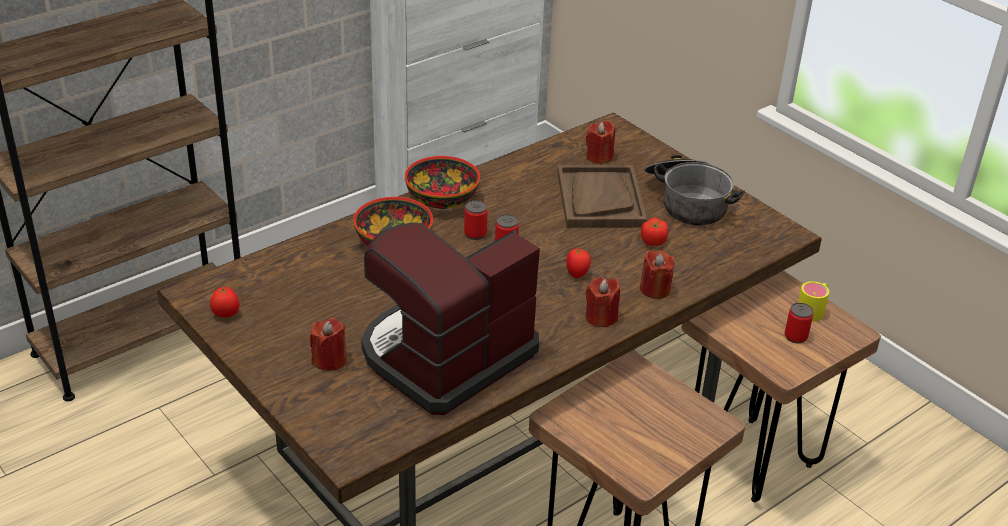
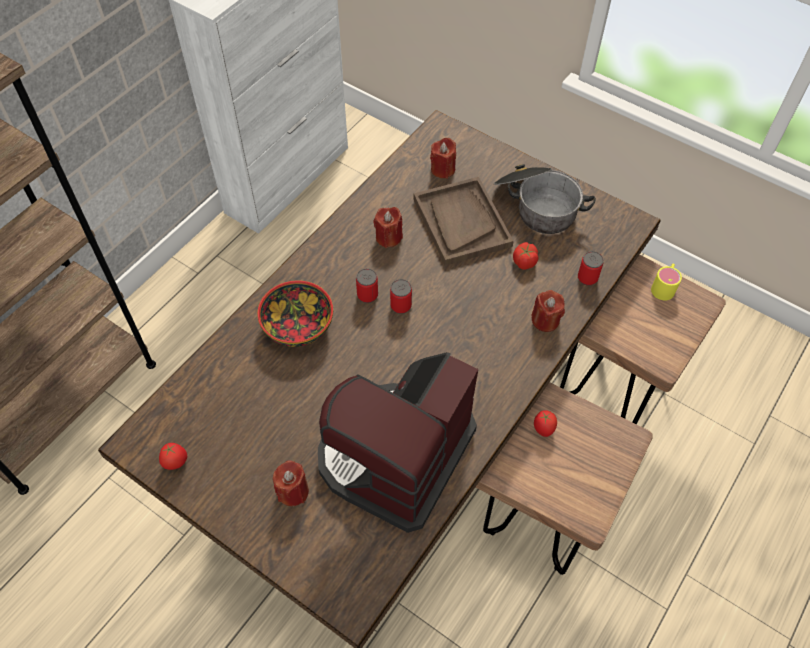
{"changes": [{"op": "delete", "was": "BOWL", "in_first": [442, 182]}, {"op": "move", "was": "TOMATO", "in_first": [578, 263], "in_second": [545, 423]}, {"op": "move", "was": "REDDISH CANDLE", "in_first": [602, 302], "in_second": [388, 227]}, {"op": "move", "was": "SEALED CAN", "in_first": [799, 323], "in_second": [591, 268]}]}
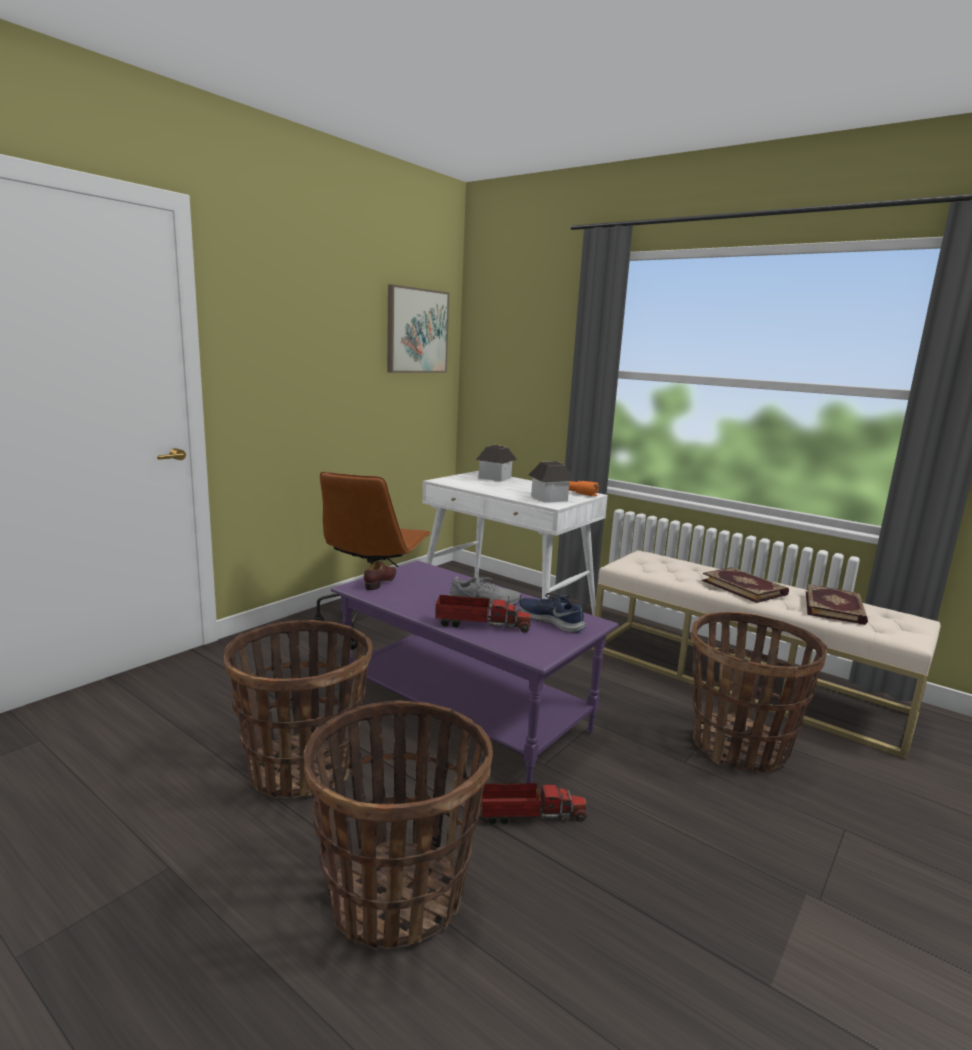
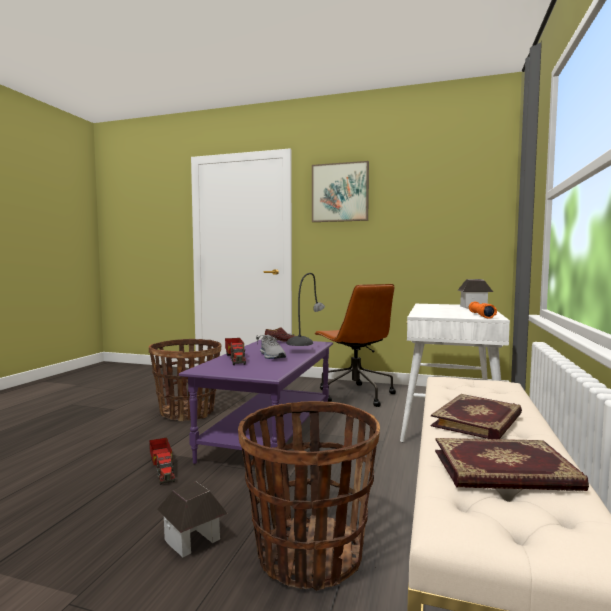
{"changes": [{"op": "move", "was": "WALL PICTURE", "in_first": [418, 328], "in_second": [340, 191]}, {"op": "move", "was": "MINIATURE HOUSE", "in_first": [552, 482], "in_second": [192, 519]}, {"op": "rotate", "was": "BROWN-COLOURED DESK CHAIR", "in_first": [373, 561], "in_second": [355, 345], "clockwise": -105}, {"op": "delete", "was": "BLUE-COLOURED SHOE", "in_first": [552, 613]}, {"op": "delete", "was": "BASKET", "in_first": [398, 825]}, {"op": "insert", "now": "GREYISH TABLE LAMP", "in_second": [290, 309]}]}
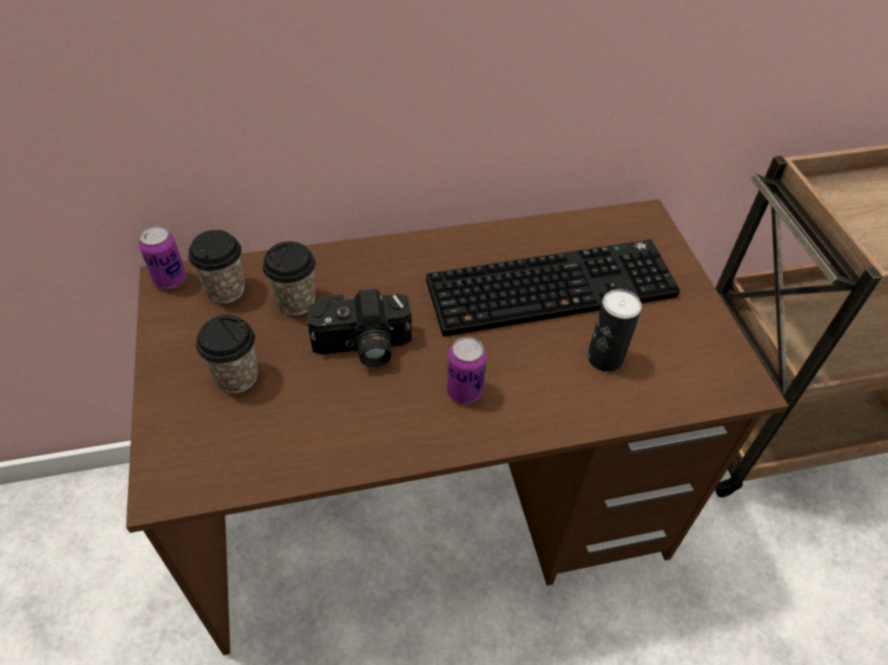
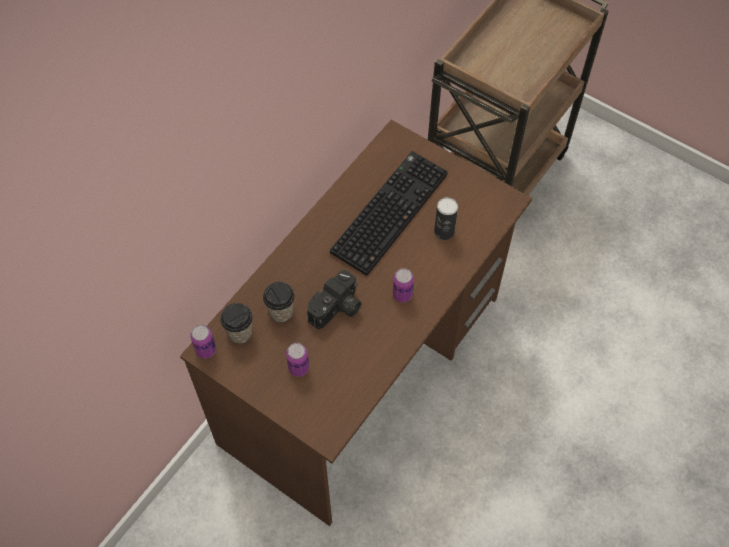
{"changes": [{"op": "replace", "was": "SMALL CUP", "now": "SEALED CAN", "in_first": [227, 354], "in_second": [297, 360]}]}
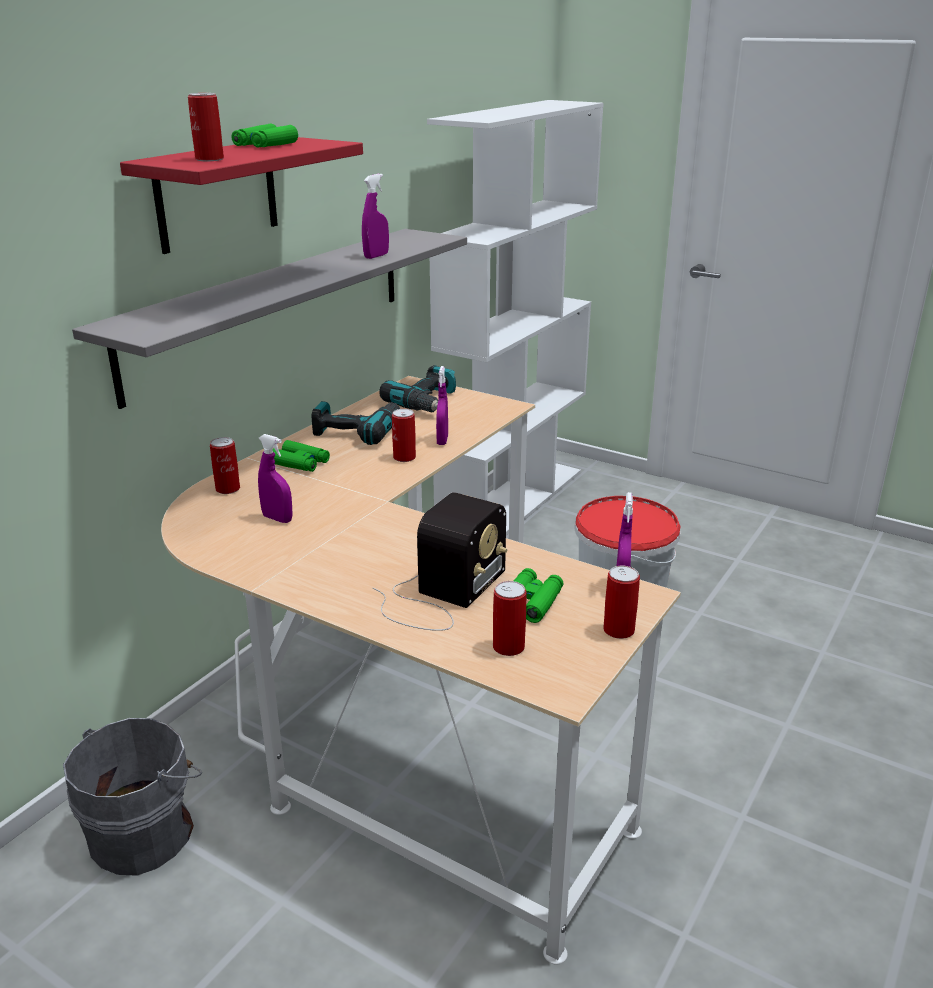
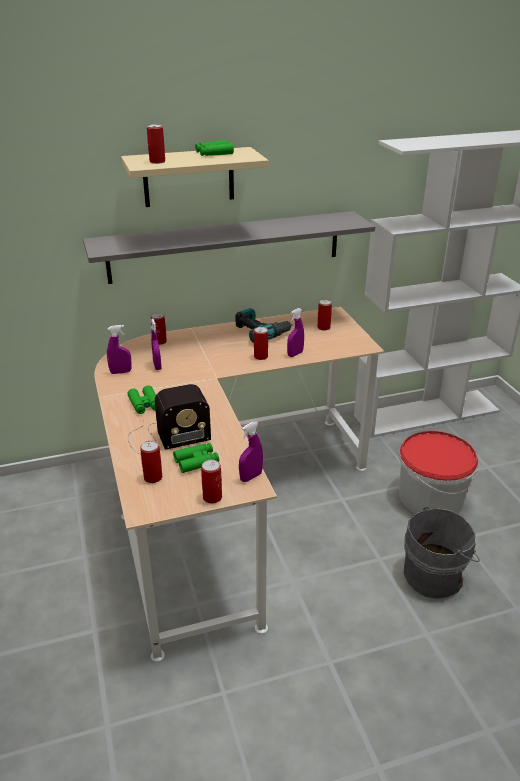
{"changes": [{"op": "recolor", "was": "REDDISH BRACKET SHELF", "now": "BEIGE-COLOURED BRACKET SHELF", "in_first": [241, 195], "in_second": [195, 177]}, {"op": "move", "was": "PURPLE-COLOURED HAND SPRAYER", "in_first": [375, 216], "in_second": [119, 349]}, {"op": "replace", "was": "POWER DRILL", "now": "SEALED CAN", "in_first": [417, 388], "in_second": [324, 314]}, {"op": "move", "was": "GREEN-COLOURED BINOCULARS", "in_first": [301, 456], "in_second": [142, 399]}, {"op": "move", "was": "GREYISH PAIL", "in_first": [132, 797], "in_second": [442, 552]}]}
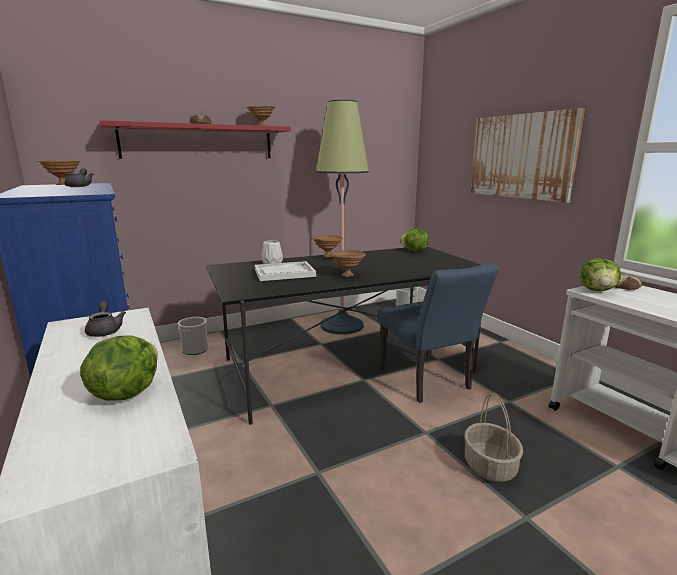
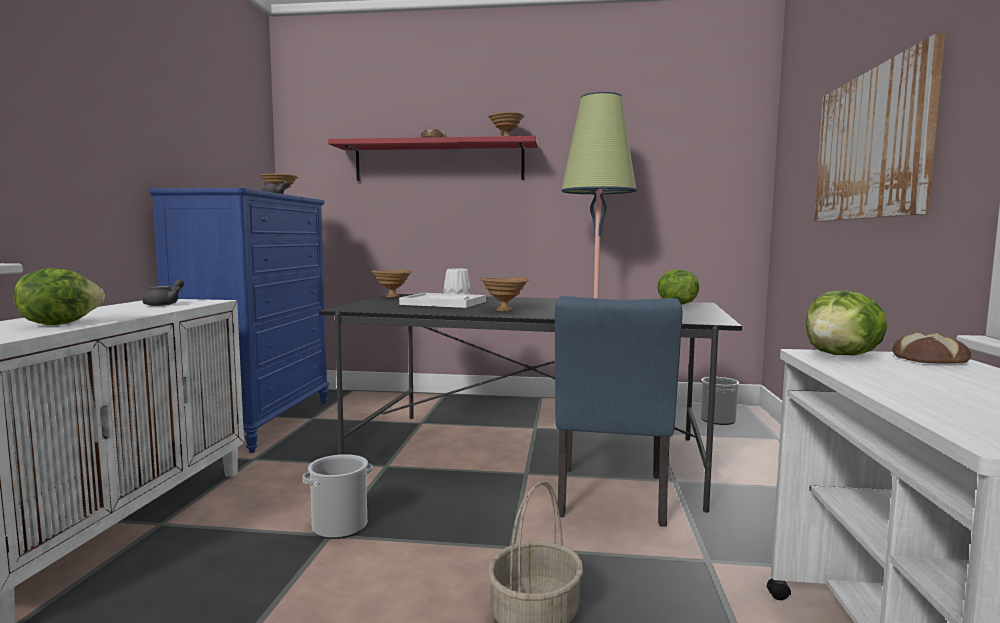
{"changes": [{"op": "move", "was": "BROWN-COLOURED BOWL", "in_first": [327, 246], "in_second": [391, 283]}, {"op": "move", "was": "PAIL", "in_first": [193, 336], "in_second": [338, 496]}]}
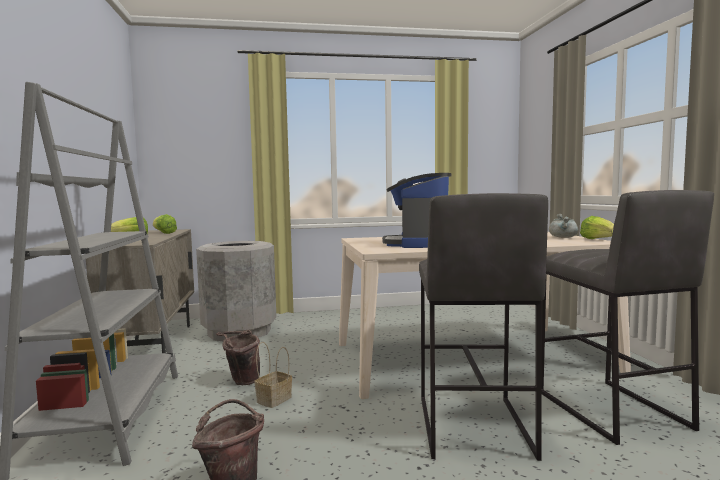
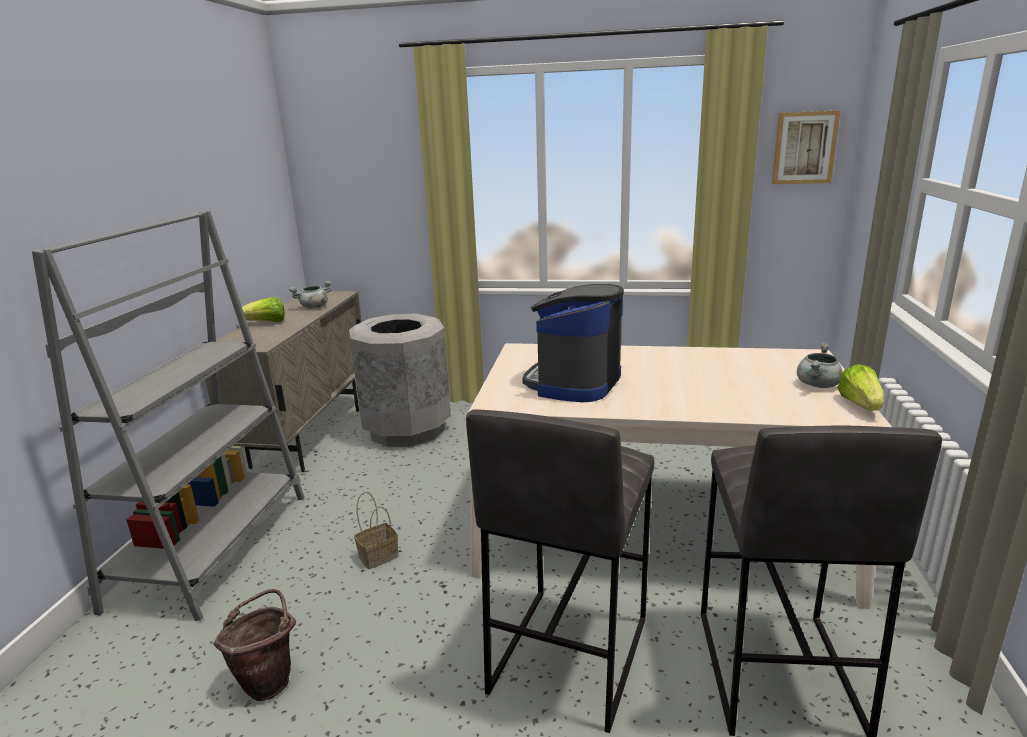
{"changes": [{"op": "replace", "was": "LETTUCE", "now": "GREYISH SAUCEPOT", "in_first": [165, 224], "in_second": [310, 295]}, {"op": "delete", "was": "BROWN-COLOURED PAIL", "in_first": [238, 357]}, {"op": "insert", "now": "WALL PICTURE", "in_second": [806, 147]}]}
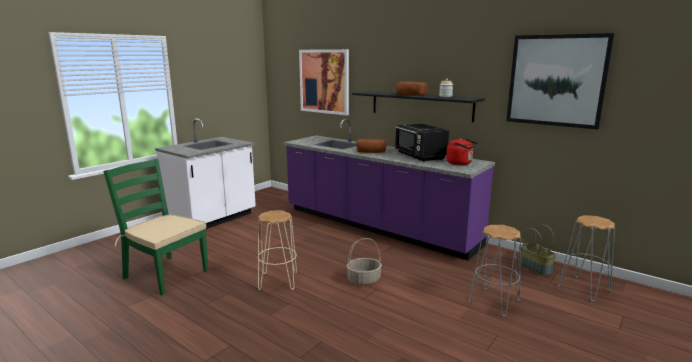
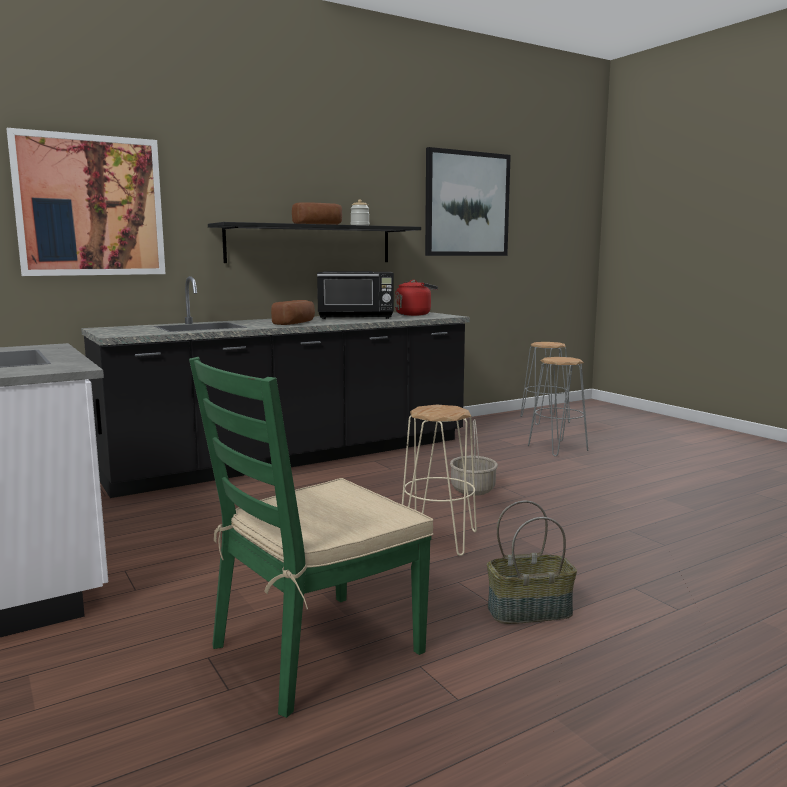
{"changes": [{"op": "recolor", "was": "PURPLE-COLOURED KITCHEN BASE UNIT", "now": "BLACKISH KITCHEN BASE UNIT", "in_first": [389, 190], "in_second": [275, 387]}, {"op": "move", "was": "BASKET", "in_first": [537, 250], "in_second": [532, 562]}]}
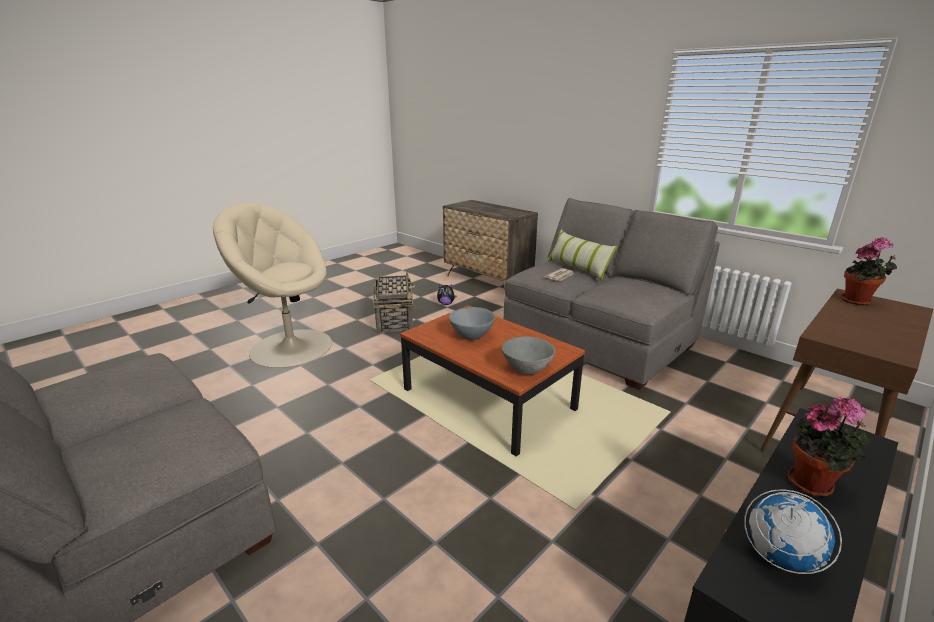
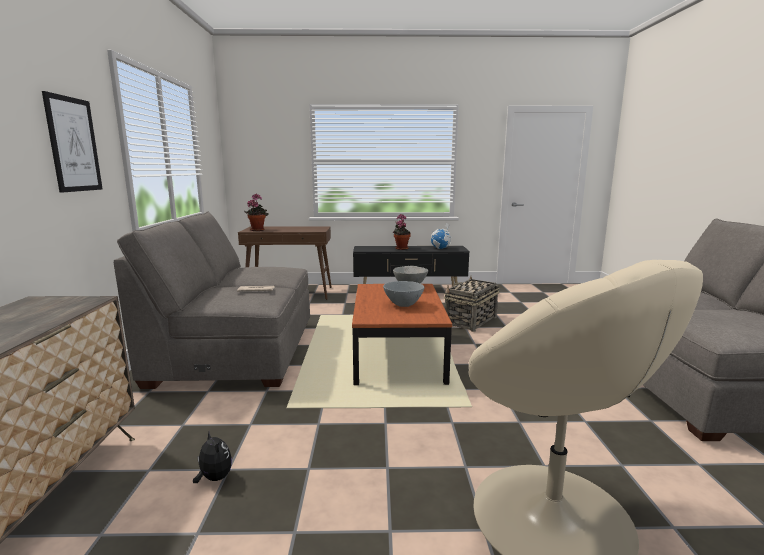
{"changes": [{"op": "delete", "was": "THROW PILLOW", "in_first": [582, 255]}, {"op": "move", "was": "BASKET", "in_first": [394, 303], "in_second": [471, 304]}, {"op": "insert", "now": "WALL PICTURE", "in_second": [72, 142]}]}
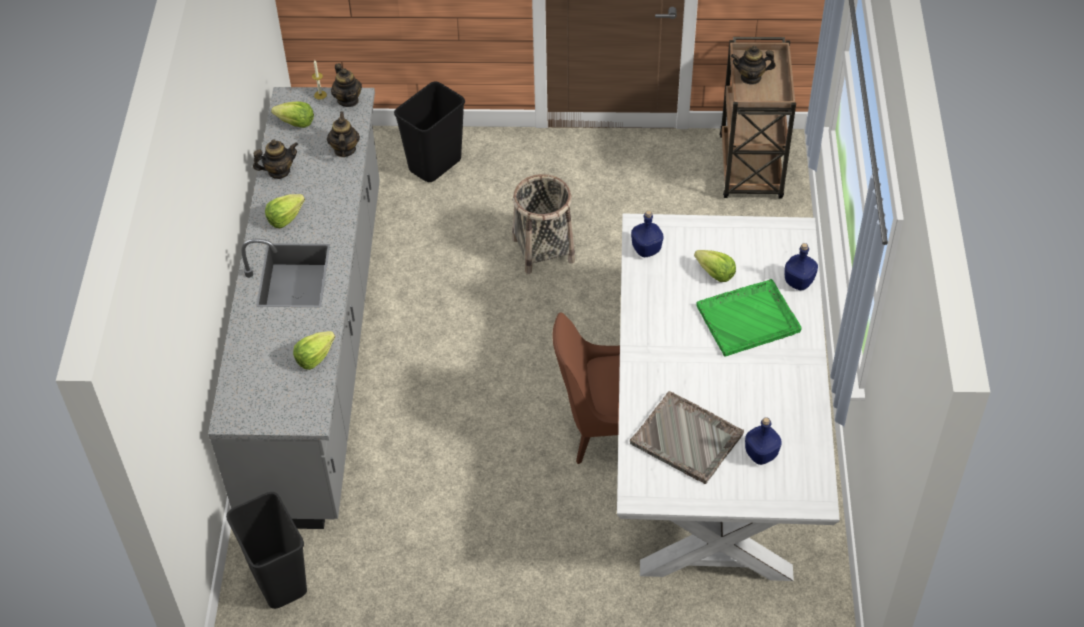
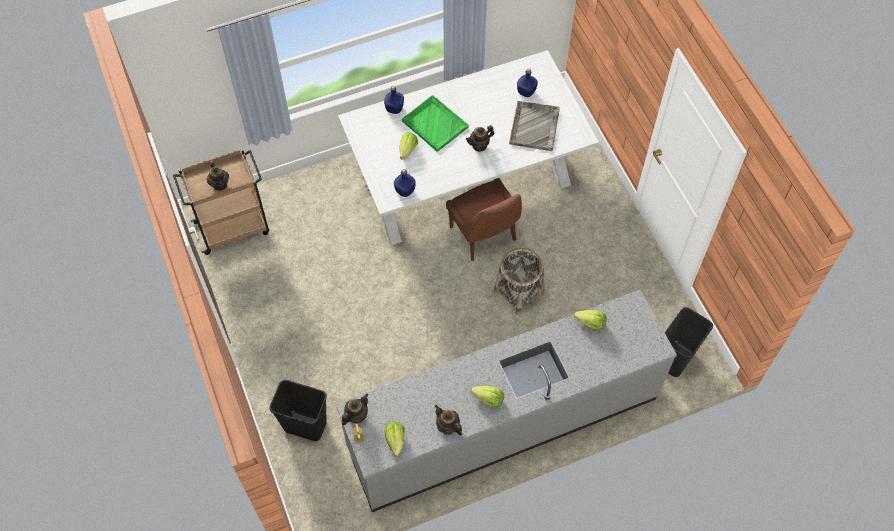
{"changes": [{"op": "move", "was": "TEAPOT", "in_first": [343, 134], "in_second": [480, 138]}, {"op": "move", "was": "BASKET", "in_first": [543, 224], "in_second": [519, 282]}]}
